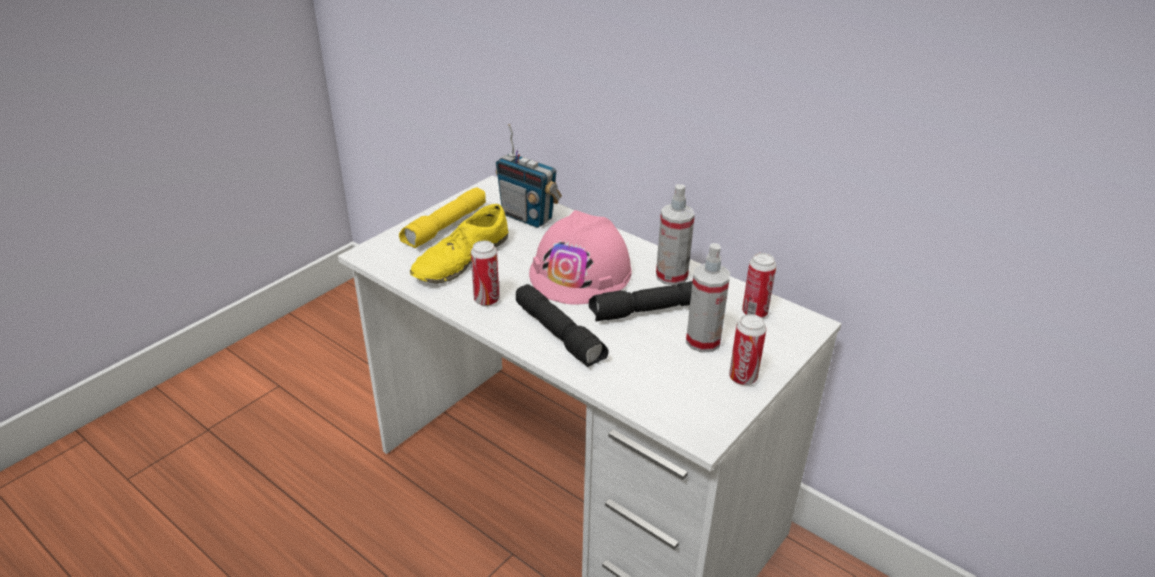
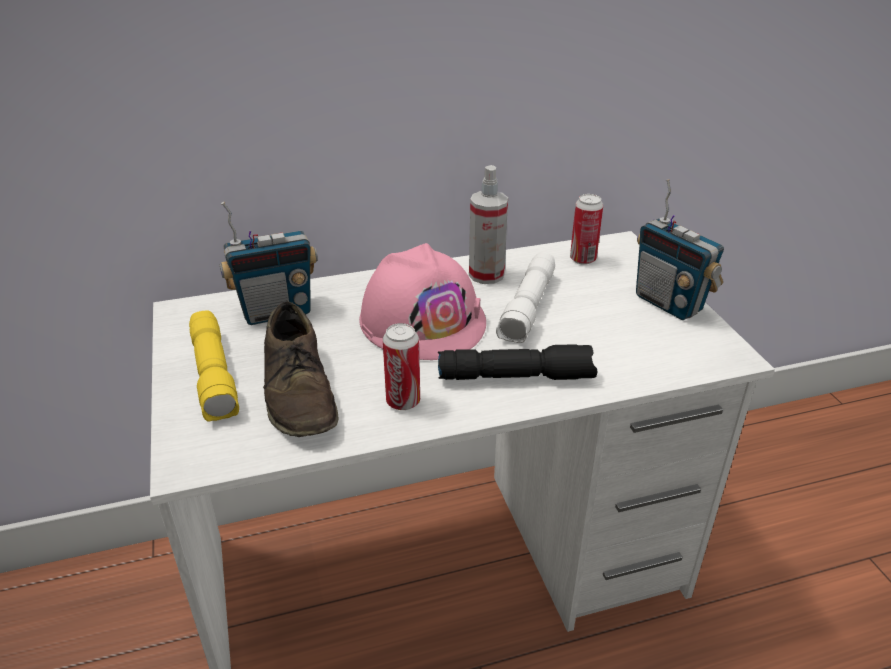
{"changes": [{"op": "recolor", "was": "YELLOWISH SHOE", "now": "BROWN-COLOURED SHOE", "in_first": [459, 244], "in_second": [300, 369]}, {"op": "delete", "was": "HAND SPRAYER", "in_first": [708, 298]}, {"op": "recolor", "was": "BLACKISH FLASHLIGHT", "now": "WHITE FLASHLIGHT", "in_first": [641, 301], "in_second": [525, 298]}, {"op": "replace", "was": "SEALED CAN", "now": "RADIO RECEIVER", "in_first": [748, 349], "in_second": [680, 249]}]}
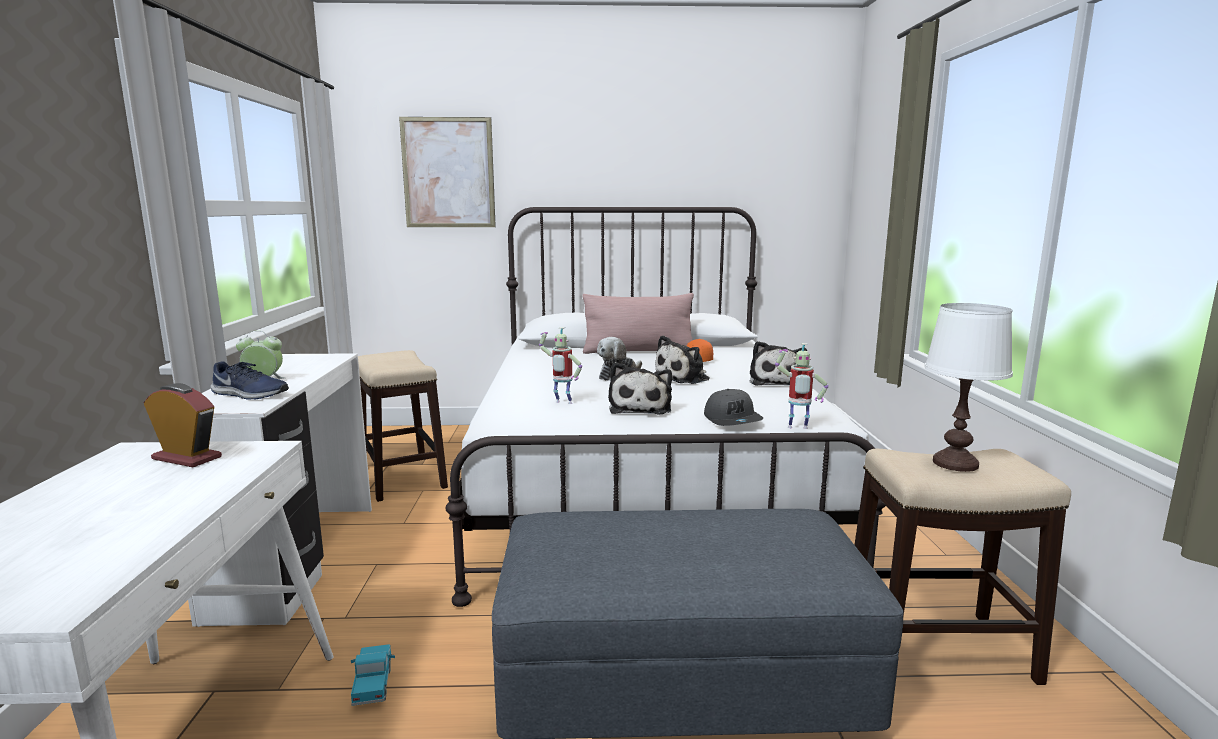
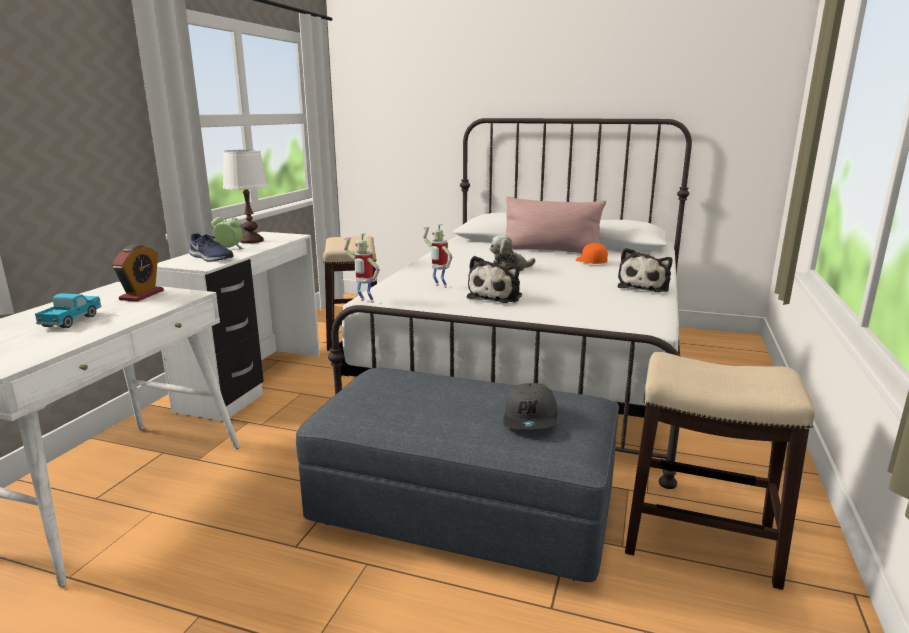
{"changes": [{"op": "delete", "was": "WALL PICTURE", "in_first": [447, 172]}, {"op": "move", "was": "WHITE TABLE LAMP", "in_first": [968, 387], "in_second": [245, 197]}, {"op": "delete", "was": "SOFT TOY", "in_first": [682, 359]}, {"op": "move", "was": "MODEL ROBOT", "in_first": [801, 386], "in_second": [362, 268]}, {"op": "rotate", "was": "TABLE CLOCK", "in_first": [183, 425], "in_second": [138, 273], "clockwise": 60}, {"op": "move", "was": "GREYISH CAP", "in_first": [733, 407], "in_second": [530, 406]}, {"op": "move", "was": "TOY LORRY", "in_first": [373, 675], "in_second": [68, 310]}]}
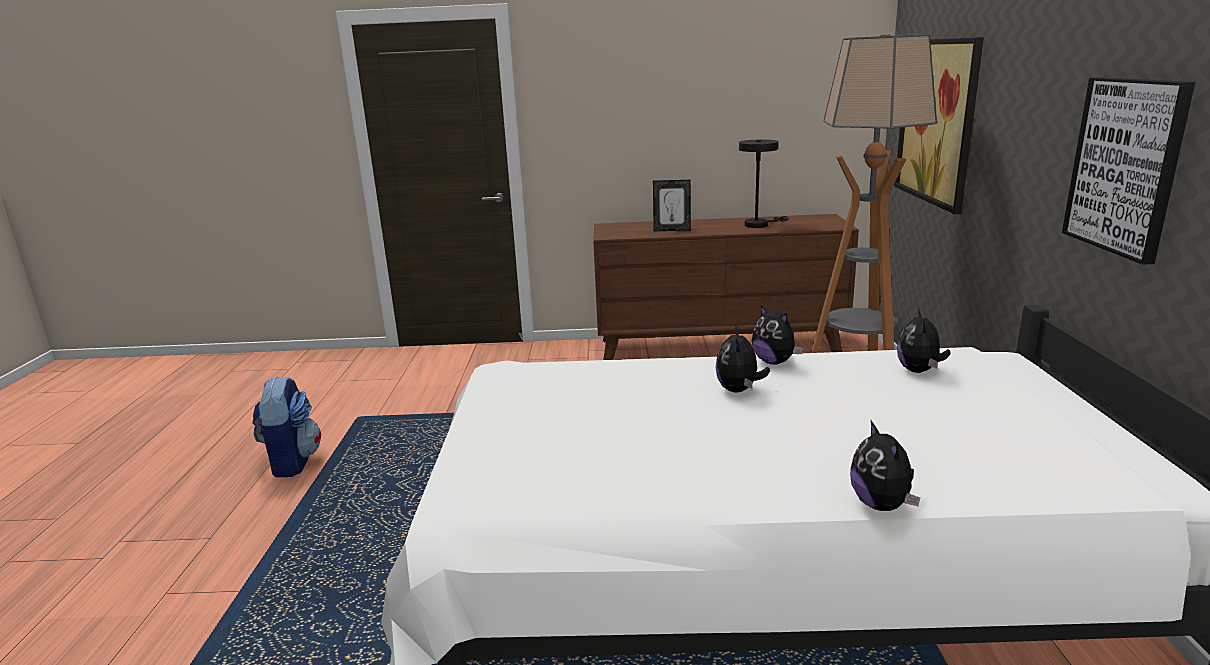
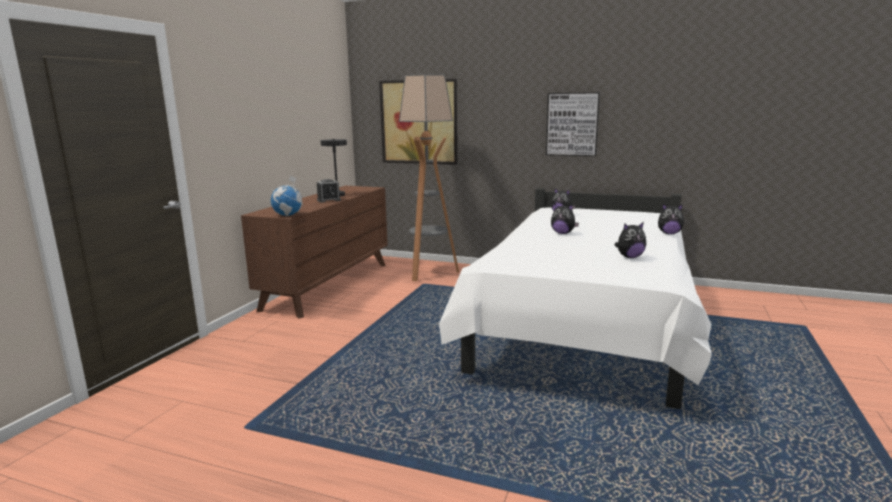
{"changes": [{"op": "delete", "was": "PICTURE FRAME", "in_first": [672, 205]}, {"op": "move", "was": "SOFT TOY", "in_first": [777, 335], "in_second": [630, 240]}, {"op": "delete", "was": "KNAPSACK", "in_first": [286, 426]}, {"op": "insert", "now": "WORLD GLOBE", "in_second": [287, 195]}, {"op": "insert", "now": "TABLE CLOCK", "in_second": [329, 191]}]}
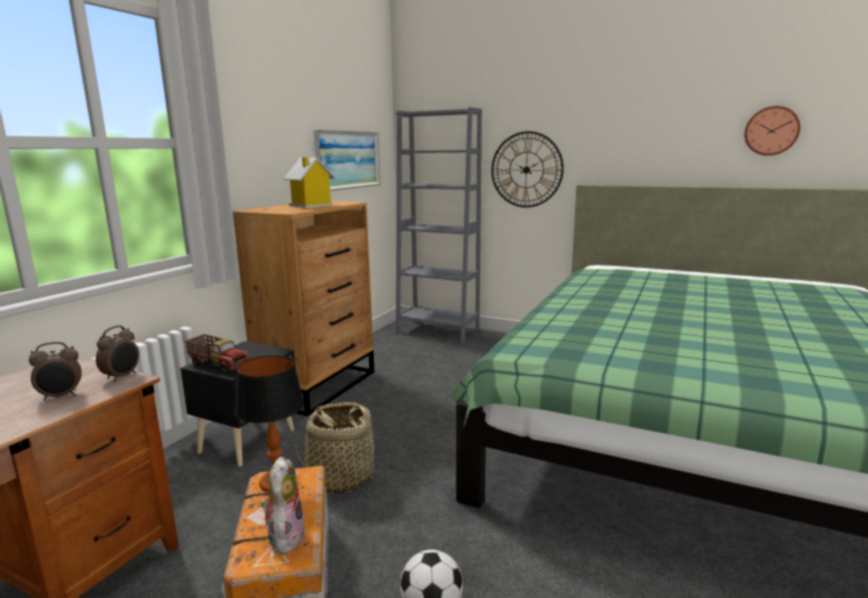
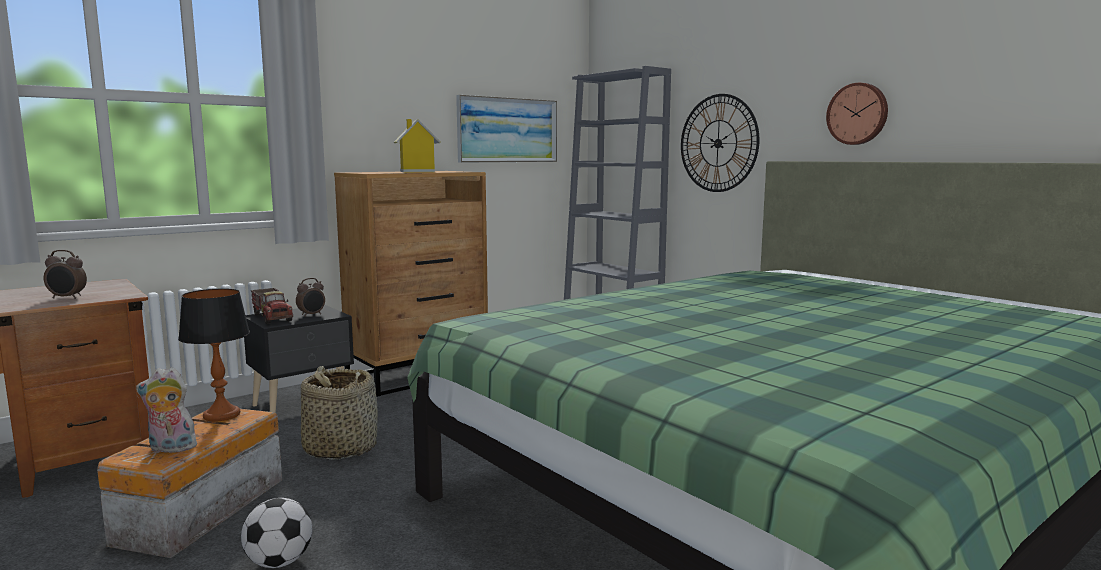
{"changes": [{"op": "move", "was": "CLOCK ON THE WALL", "in_first": [772, 131], "in_second": [857, 114]}, {"op": "move", "was": "TABLE CLOCK", "in_first": [117, 353], "in_second": [310, 297]}, {"op": "rotate", "was": "SOFT TOY", "in_first": [283, 505], "in_second": [166, 410], "clockwise": -120}]}
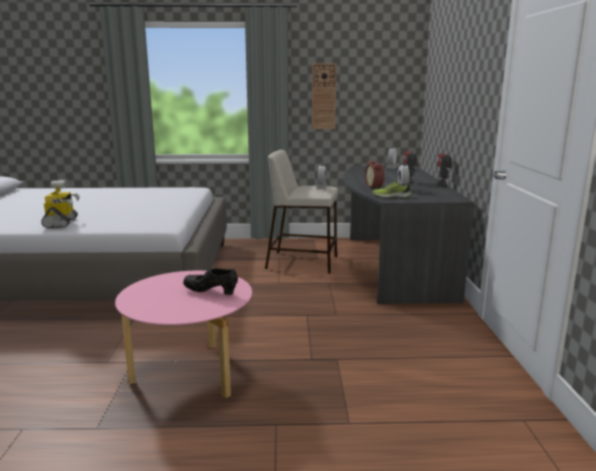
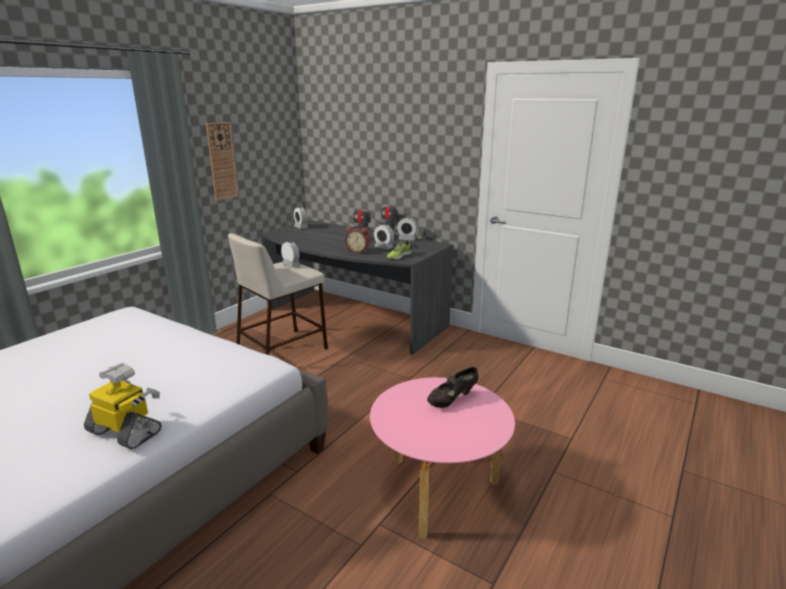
{"changes": [{"op": "insert", "now": "TABLE CLOCK", "in_second": [407, 228]}]}
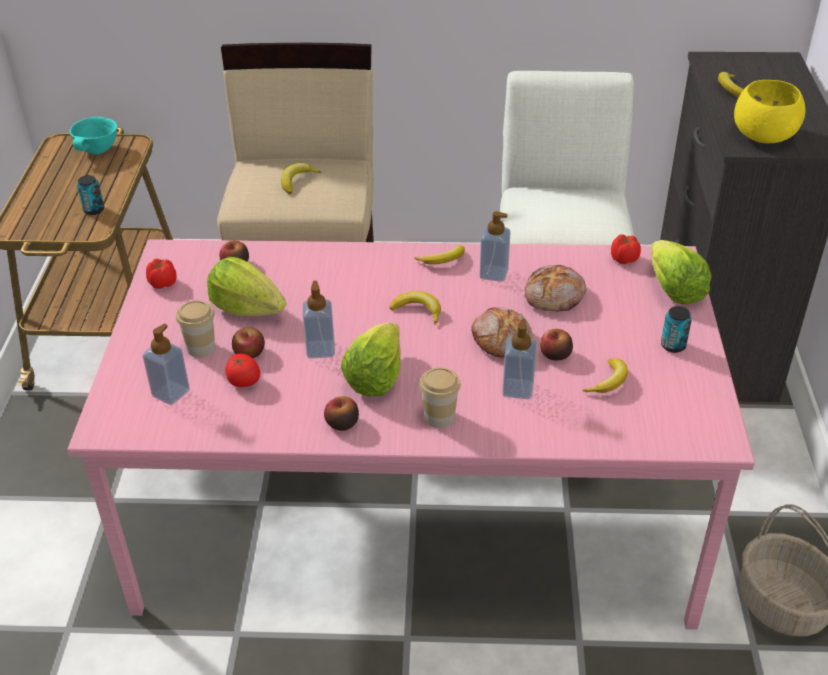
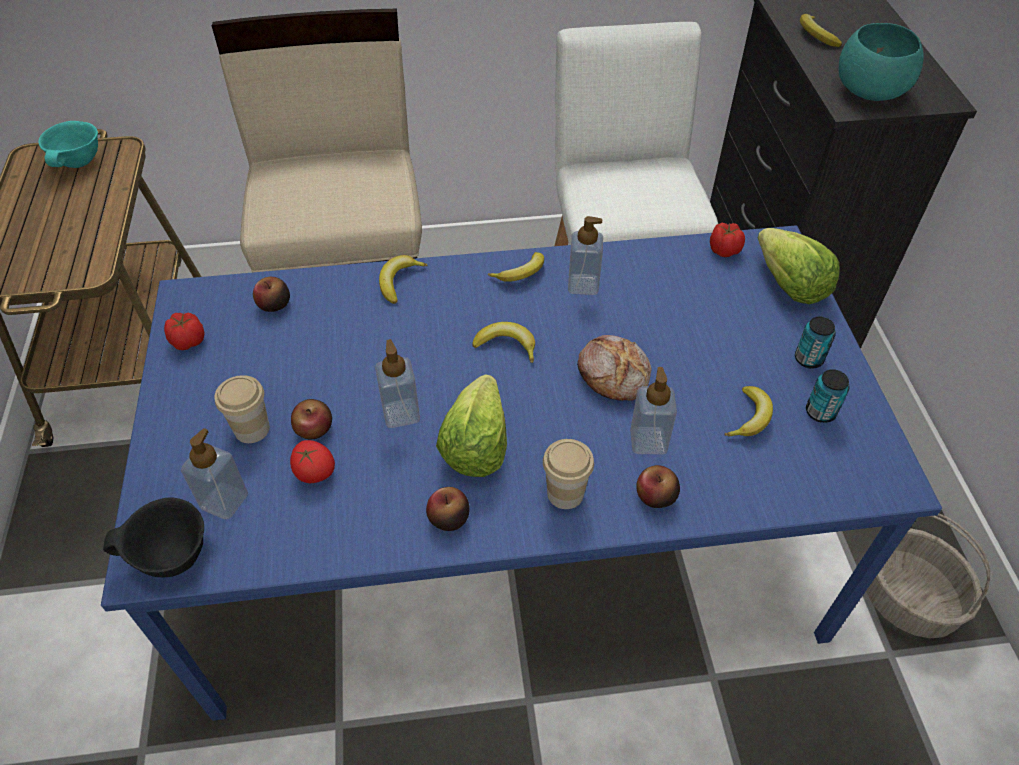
{"changes": [{"op": "recolor", "was": "YELLOWISH BOWL", "now": "TURQUOISE BOWL", "in_first": [770, 111], "in_second": [881, 62]}, {"op": "move", "was": "BANANA FRUIT", "in_first": [301, 178], "in_second": [403, 279]}, {"op": "move", "was": "SEALED CAN", "in_first": [90, 195], "in_second": [828, 396]}, {"op": "recolor", "was": "PINKISH DINING TABLE", "now": "BLUE-COLOURED DINING TABLE", "in_first": [411, 434], "in_second": [521, 473]}, {"op": "delete", "was": "LETTUCE", "in_first": [246, 286]}, {"op": "delete", "was": "BREAD", "in_first": [555, 288]}, {"op": "move", "was": "WHOLE APPLE", "in_first": [556, 345], "in_second": [658, 486]}, {"op": "insert", "now": "BLACKISH BOWL", "in_second": [153, 537]}]}
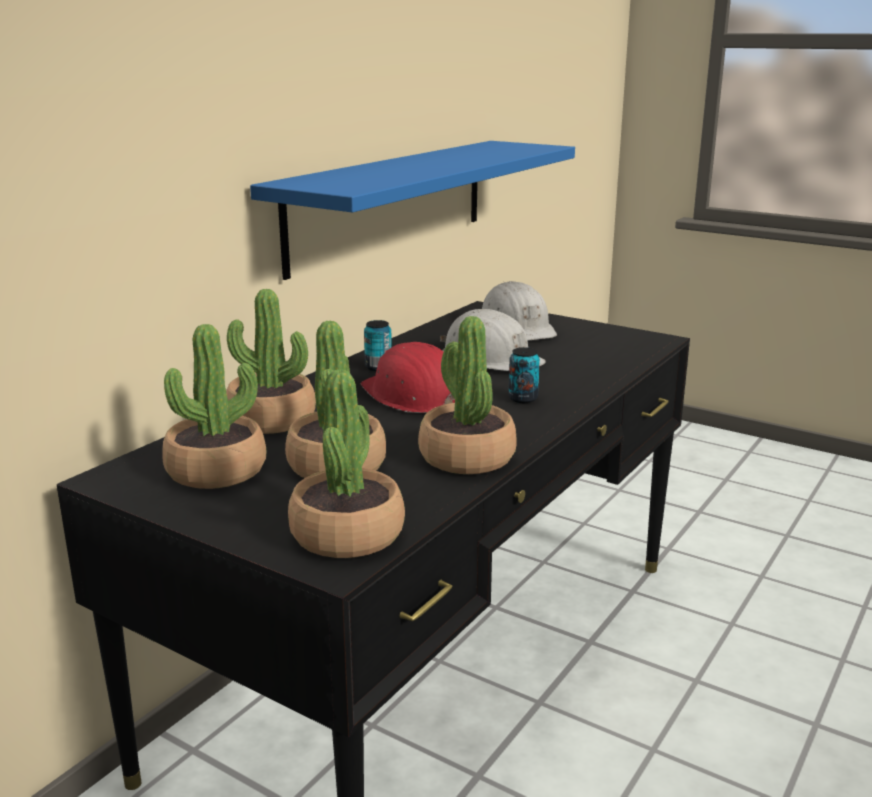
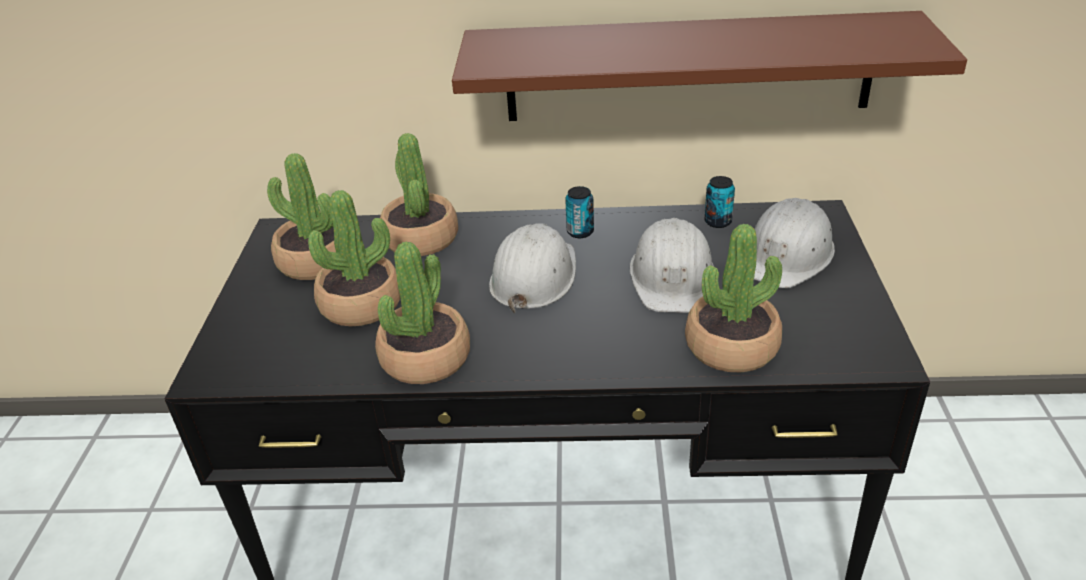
{"changes": [{"op": "recolor", "was": "BLUE-COLOURED BRACKET SHELF", "now": "BROWN-COLOURED BRACKET SHELF", "in_first": [412, 210], "in_second": [709, 66]}, {"op": "recolor", "was": "REDDISH WORK HELMET", "now": "WHITE WORK HELMET", "in_first": [408, 377], "in_second": [532, 268]}, {"op": "move", "was": "SEALED CAN", "in_first": [524, 375], "in_second": [719, 202]}, {"op": "move", "was": "HOUSEPLANT", "in_first": [346, 463], "in_second": [733, 298]}]}
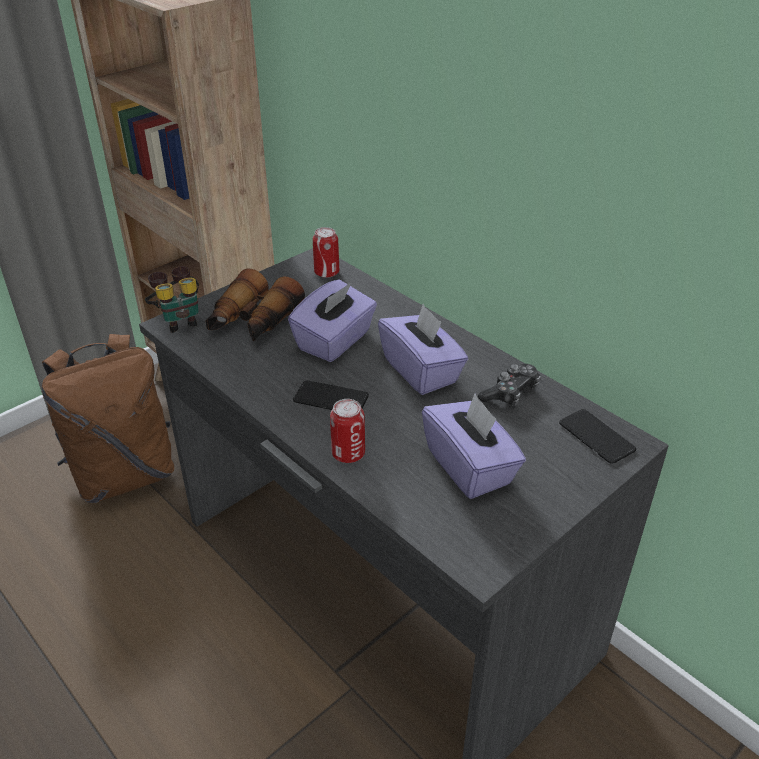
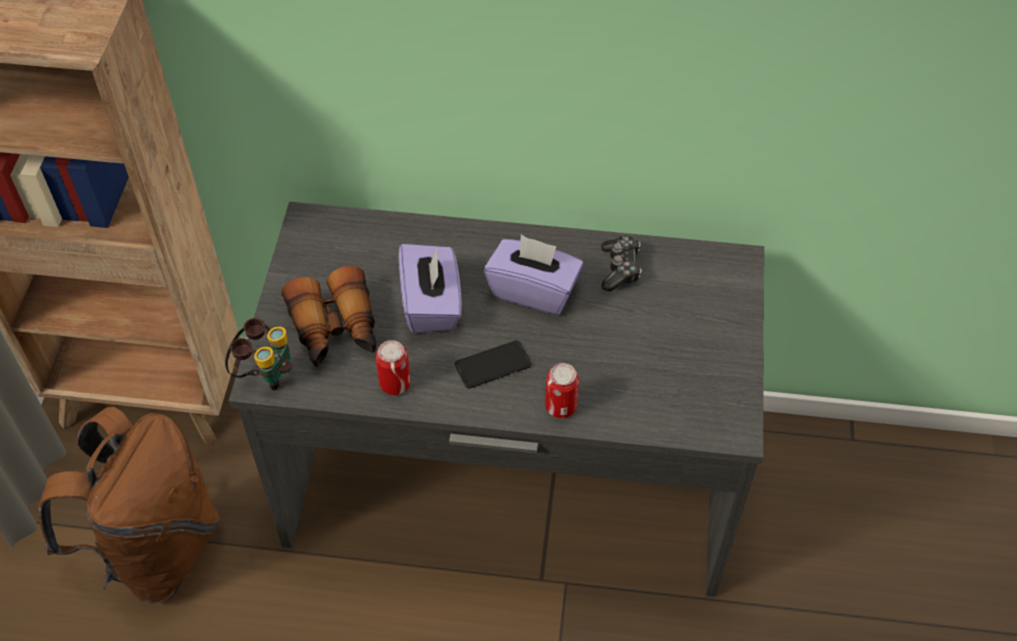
{"changes": [{"op": "move", "was": "SEALED CAN", "in_first": [326, 252], "in_second": [393, 367]}, {"op": "delete", "was": "PURPLE-COLOURED TISSUE HOLDER", "in_first": [474, 446]}, {"op": "delete", "was": "PHONE", "in_first": [597, 436]}]}
